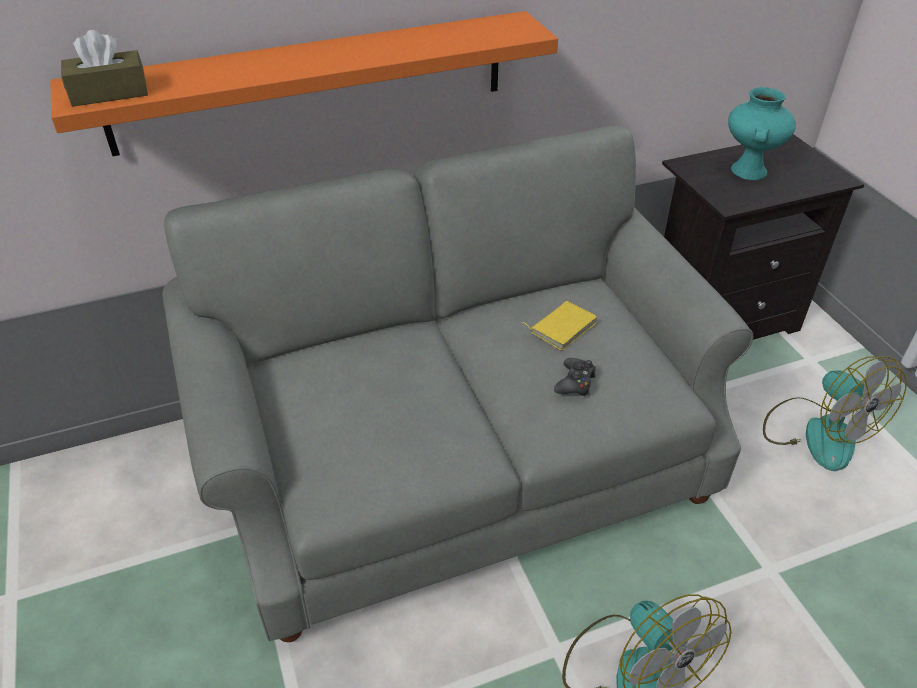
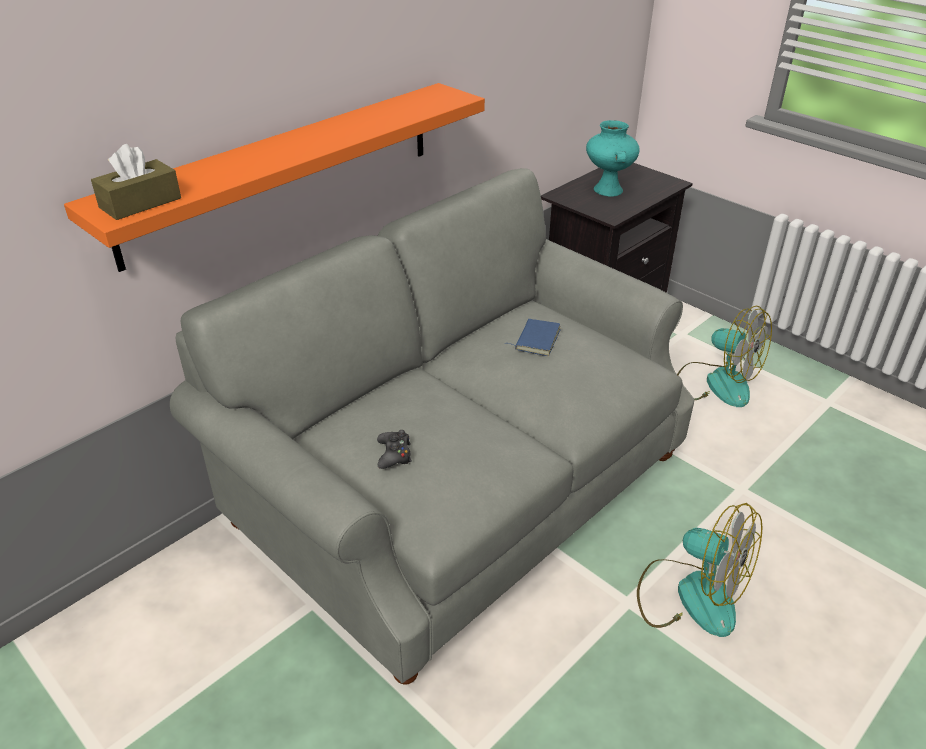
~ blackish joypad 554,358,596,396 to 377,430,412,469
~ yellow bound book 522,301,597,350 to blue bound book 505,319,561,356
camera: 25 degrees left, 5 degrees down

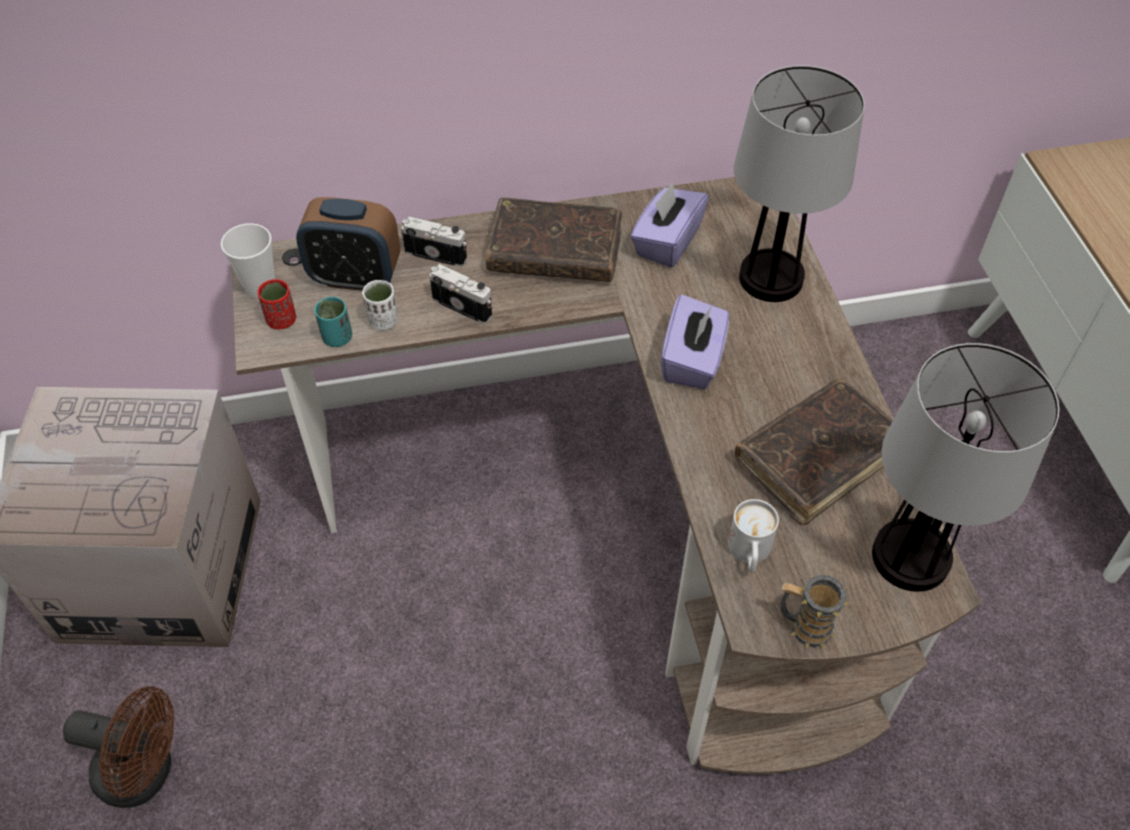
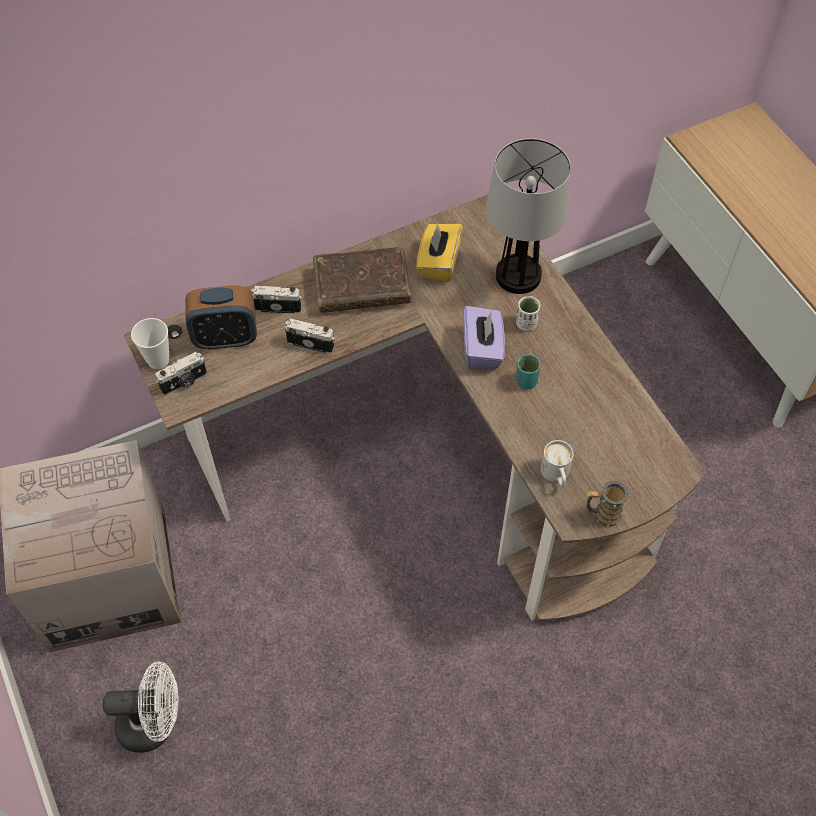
~ brownish fan 63,686,174,808 to white-coloured fan 103,662,178,753
~ reddish drinking cup 258,279,296,329 to still camera 155,352,207,395
~ purplish tissue holder 631,182,709,268 to yellow tissue holder 416,223,463,282
~ white-coloured drinking cup 362,280,398,330 to 516,296,540,331
~ turquoise drinking cup 314,297,352,347 to 516,355,540,390
- brownish bound book 735,379,893,525
- tabletop lamp 872,343,1059,592
camera: 15 degrees left, 5 degrees up

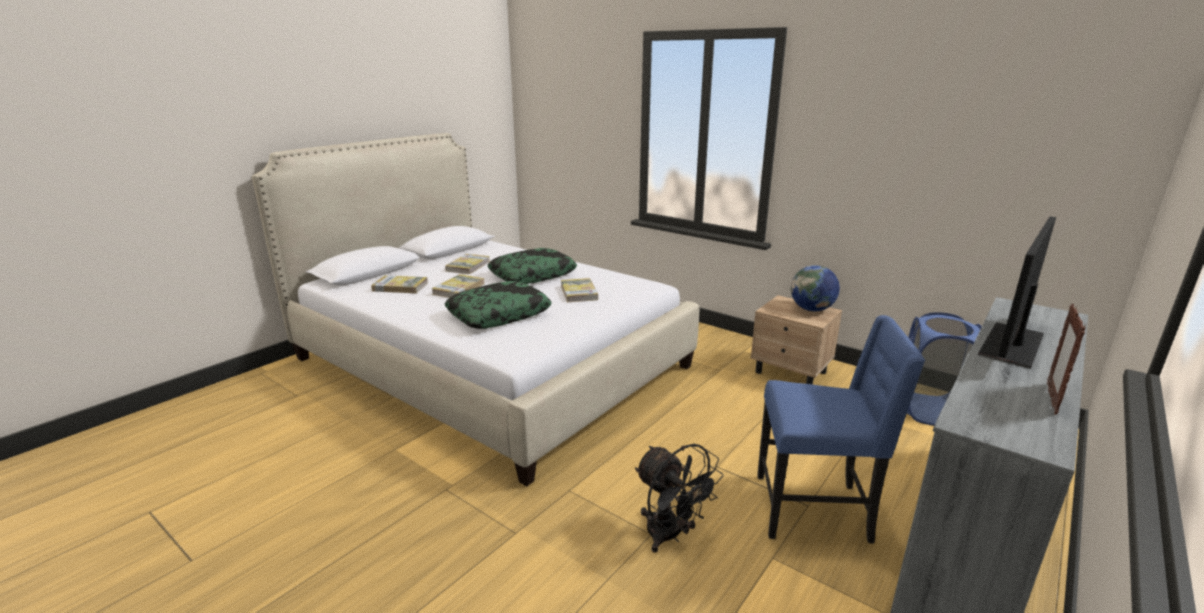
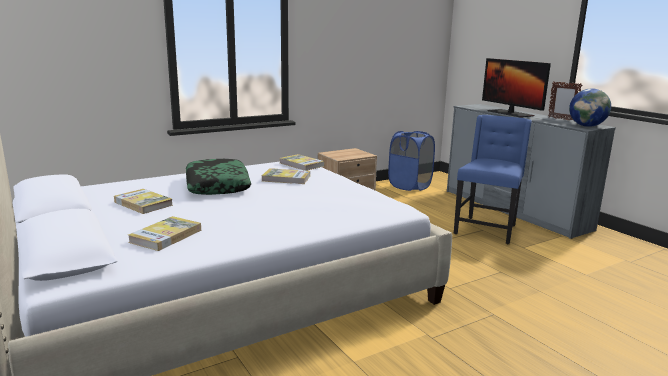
~ bound book 431,274,485,298 to 280,154,324,171
~ world globe 791,265,840,311 to 569,88,611,127
- throw pillow 445,281,552,329
- blackish fan 635,444,724,553
camera: 70 degrees left, 5 degrees down

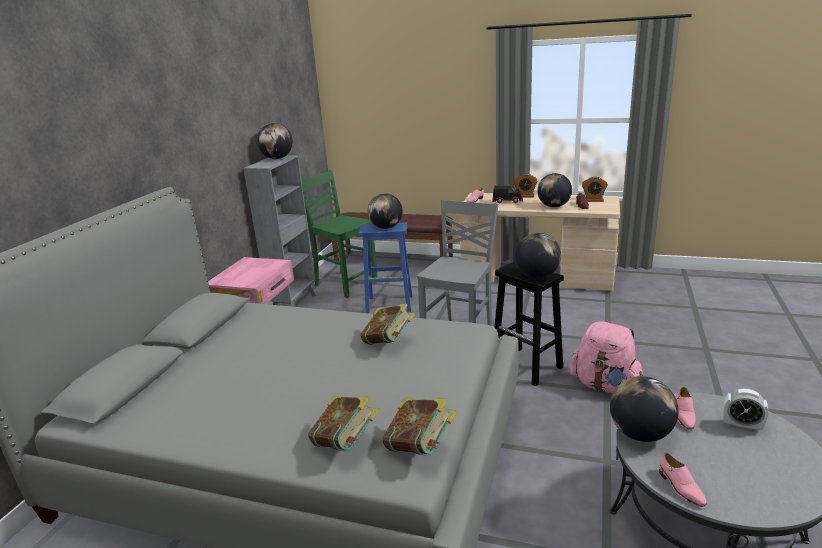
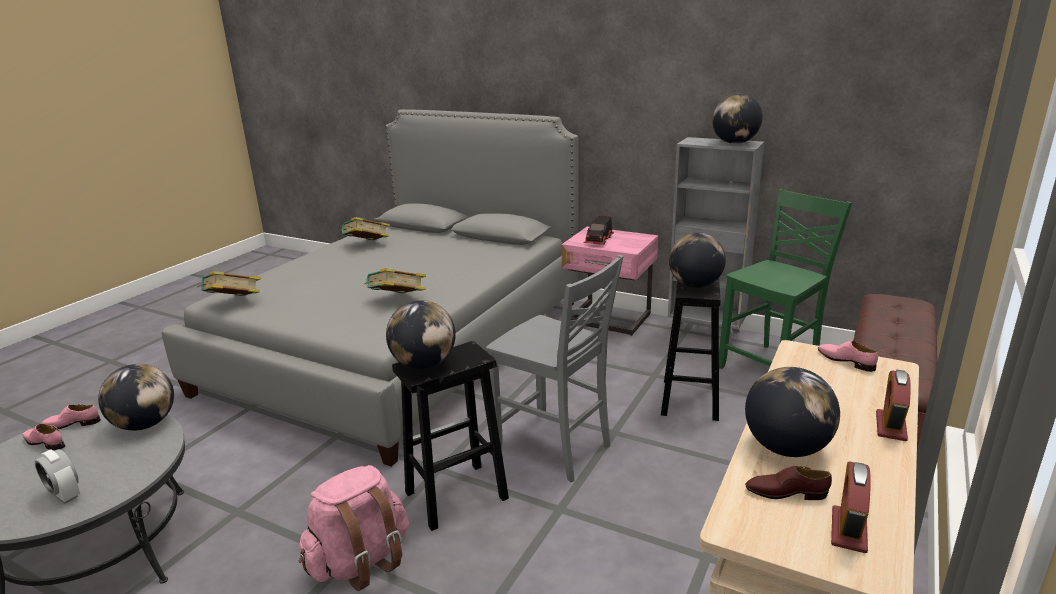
~ pink-coloured low shoe 676,387,696,430 to 23,424,65,450
~ alarm clock 723,388,768,432 = 35,449,80,504 90 degrees counterclockwise
~ bound book 308,394,380,451 to 340,217,390,240
~ toy lorry 492,185,523,203 to 584,216,614,245
~ blue stool 358,222,412,313 to blackish stool 661,278,721,421
camera: 100 degrees right, 0 degrees up

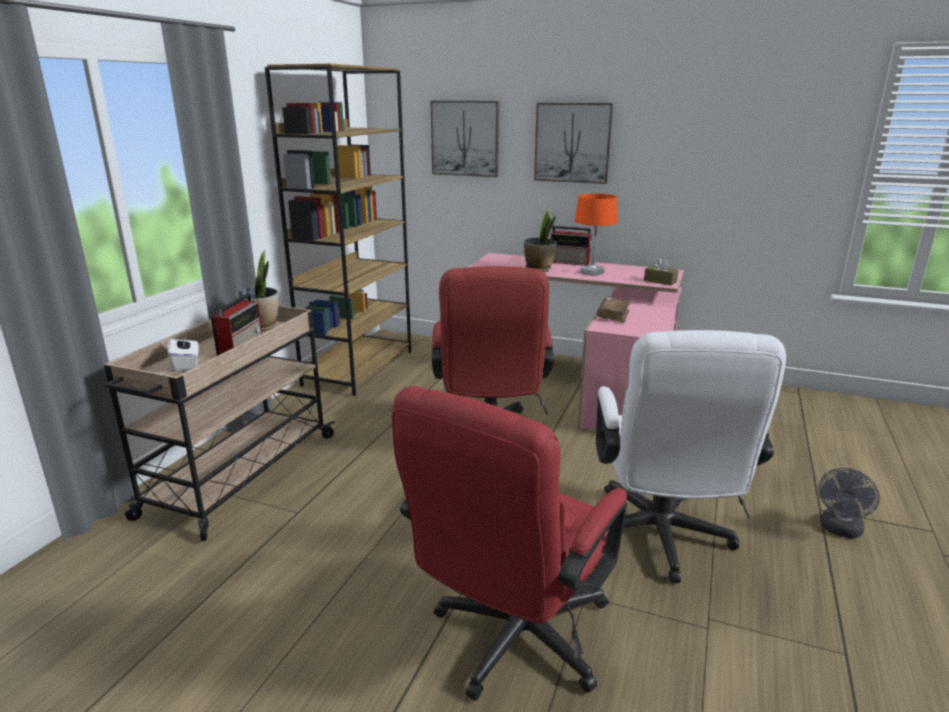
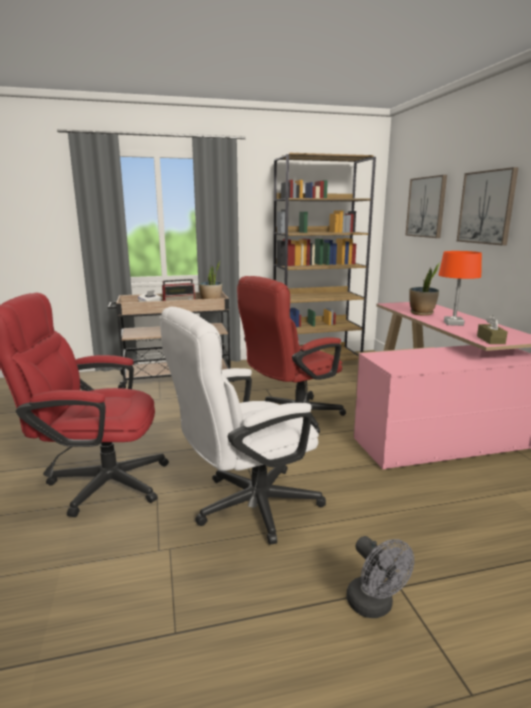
~ grey fan 818,468,880,538 = 346,536,414,618 120 degrees counterclockwise
- radio set 551,226,592,266
- brownish bound book 597,298,630,323
camera: 55 degrees right, 5 degrees down

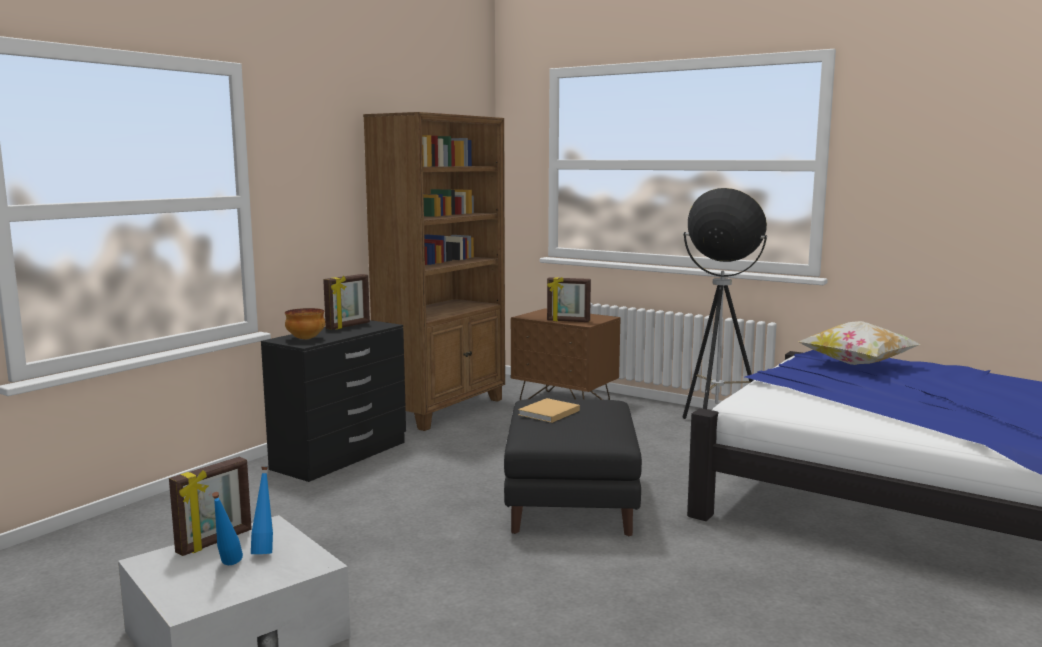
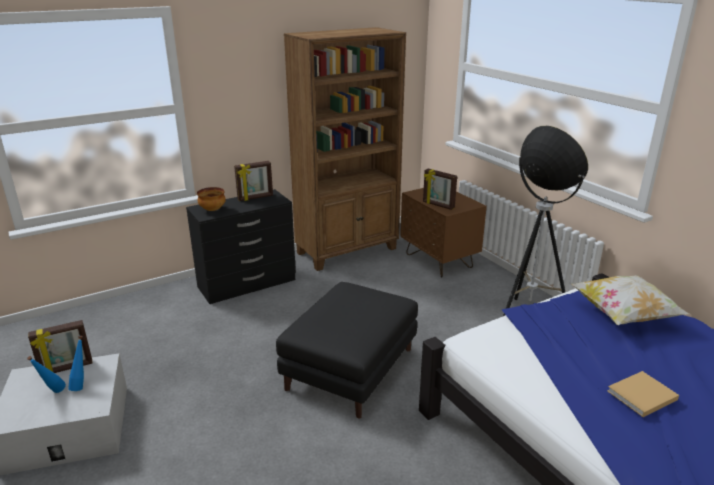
~ sand-coloured bound book 518,398,580,423 to 607,371,679,417
camera: 25 degrees right, 15 degrees up

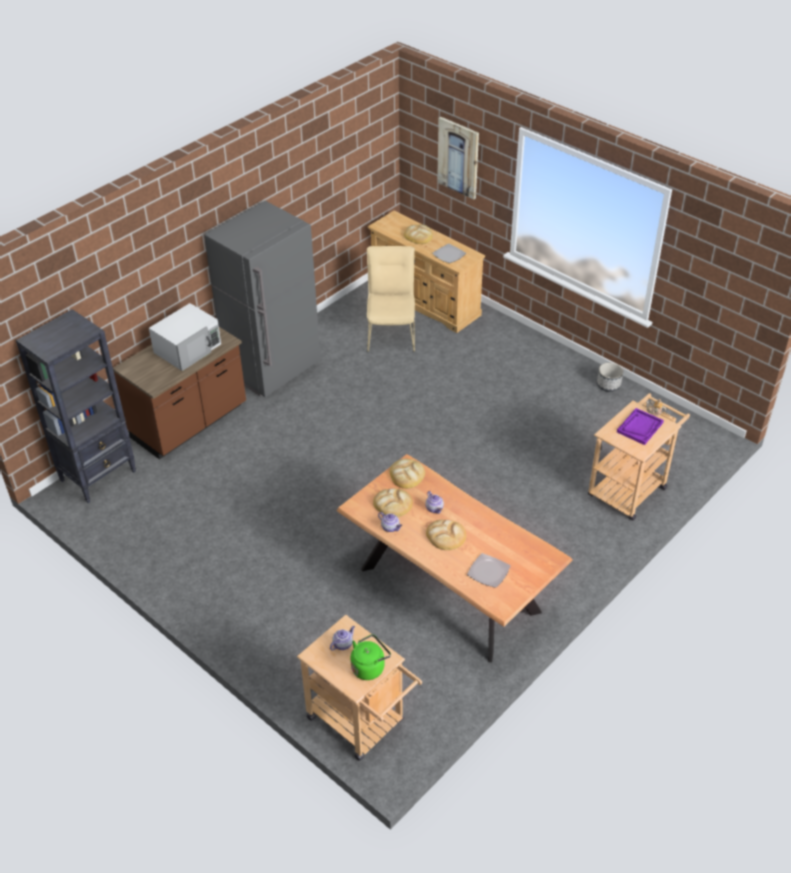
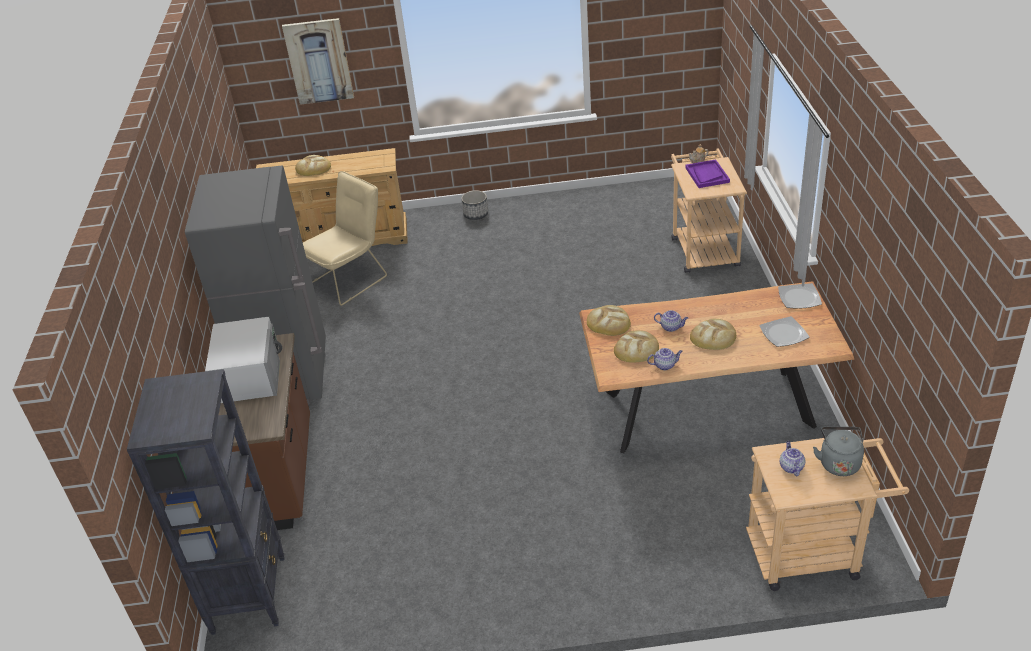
~ sand-coloured chair 367,246,415,352 = 303,171,387,306 90 degrees clockwise
~ flower pot 597,363,623,392 to 461,190,488,220
~ plate 432,244,466,263 to 778,283,822,309
~ green water kettle 351,634,391,680 to grey water kettle 813,427,864,476
camera: 45 degrees left, 5 degrees down

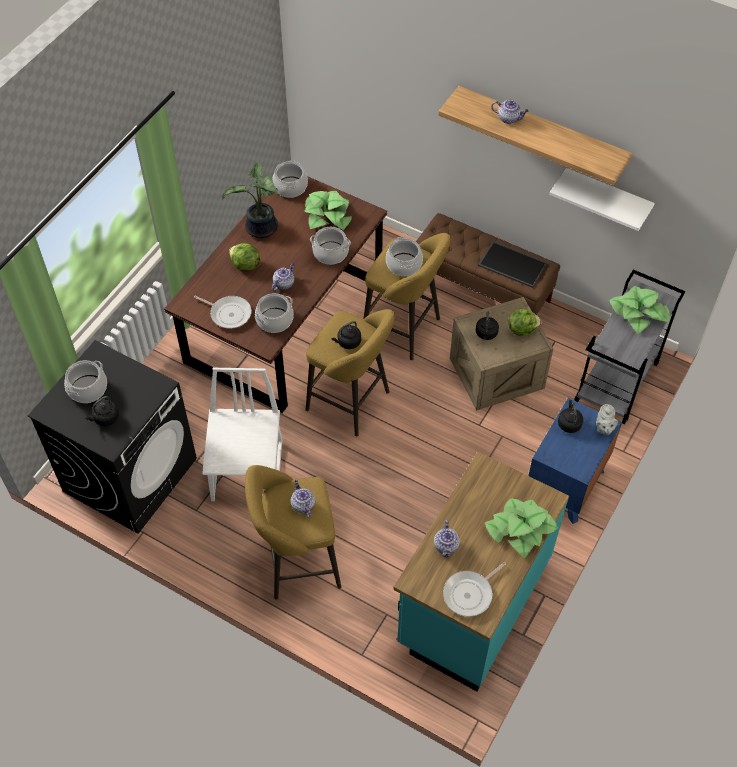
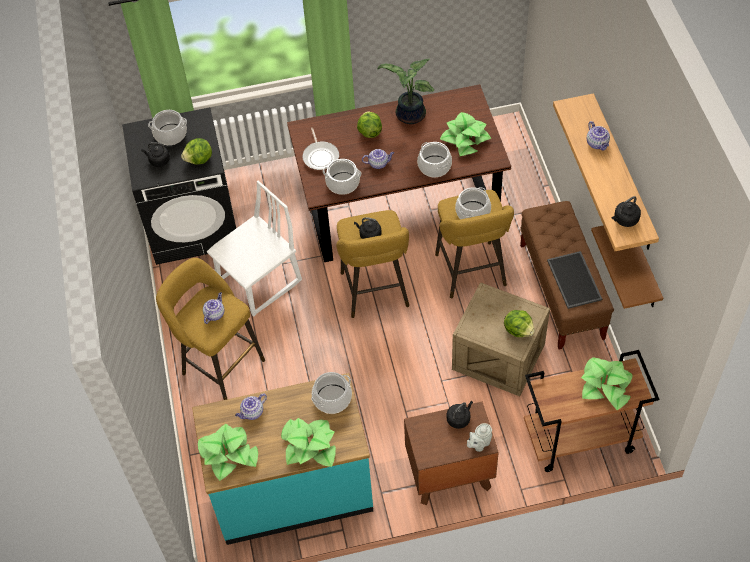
+ head of lettuce 181,138,212,164
~ frying pan 443,562,506,617 to potted plant 198,424,258,481
~ saucepot 272,160,308,198 to 311,372,352,414
~ blue night table 528,398,622,524 to brownish night table 404,401,499,505
~ grey wheeled cart 574,270,686,424 to brownish wheeled cart 524,350,659,472
~ white-coloured wall shelf 549,168,655,231 to brownish wall shelf 591,225,663,309
~ blackish water kettle 476,311,499,340 to 611,196,641,227
camera: 50 degrees right, 0 degrees up

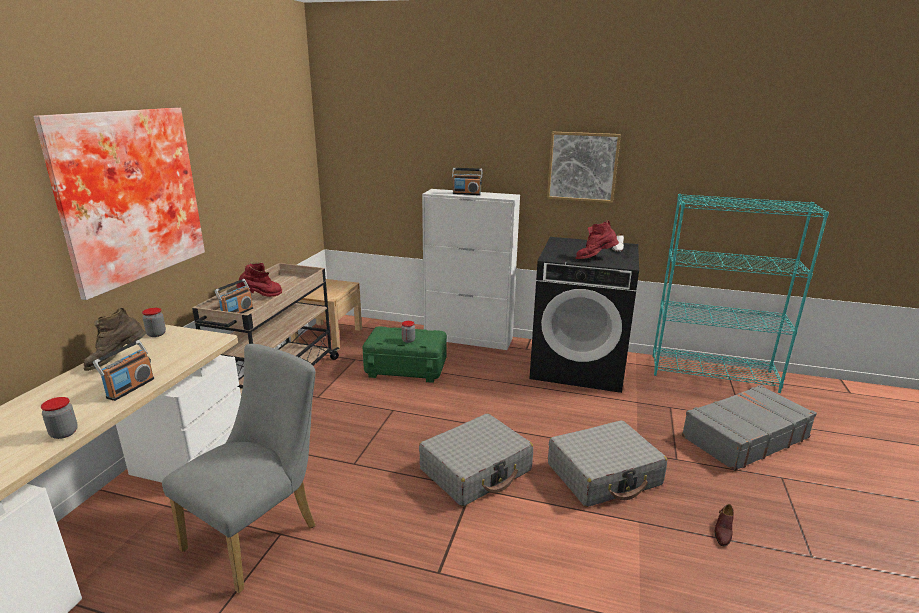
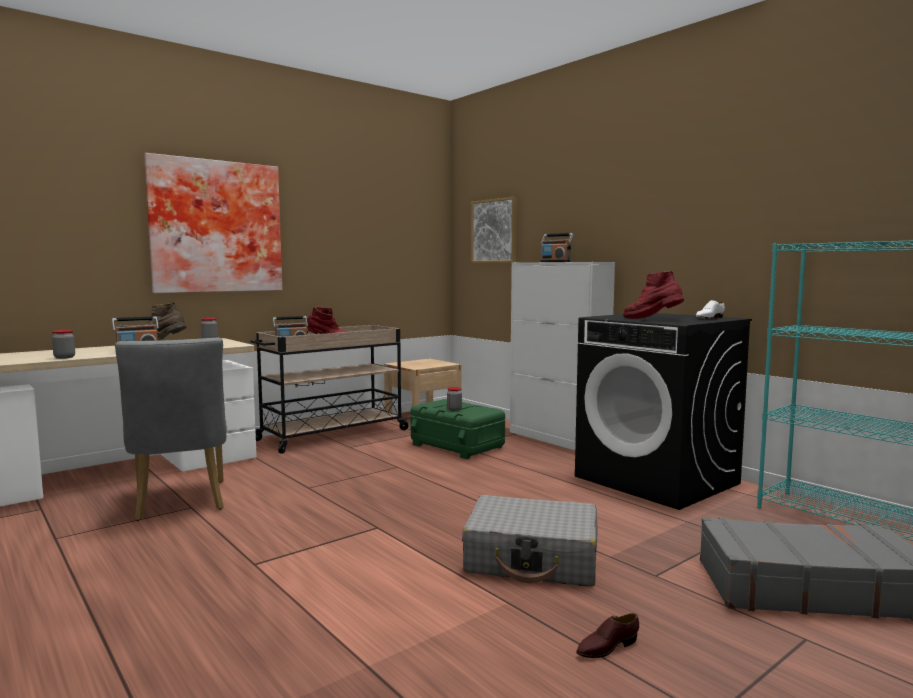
~ grey chair 162,344,316,593 = 115,338,227,521 90 degrees clockwise
~ wall art 547,132,621,203 to 471,197,517,263
- grey travel case 419,414,533,506
camera: 35 degrees right, 15 degrees down

